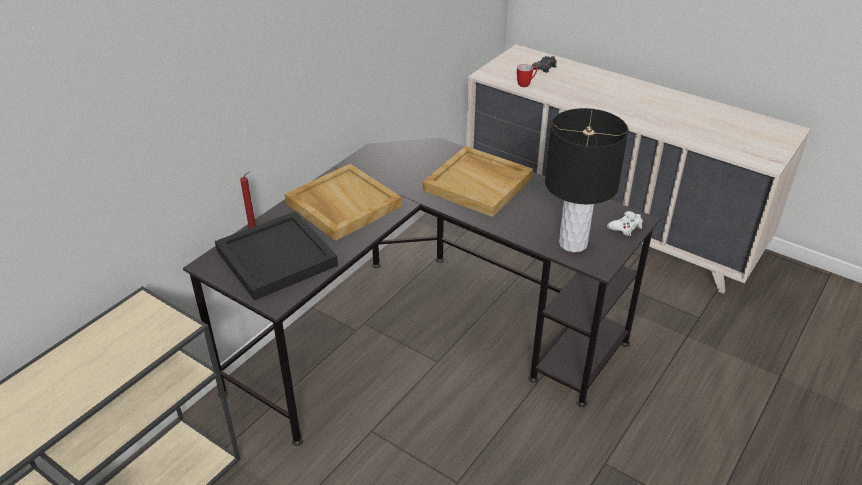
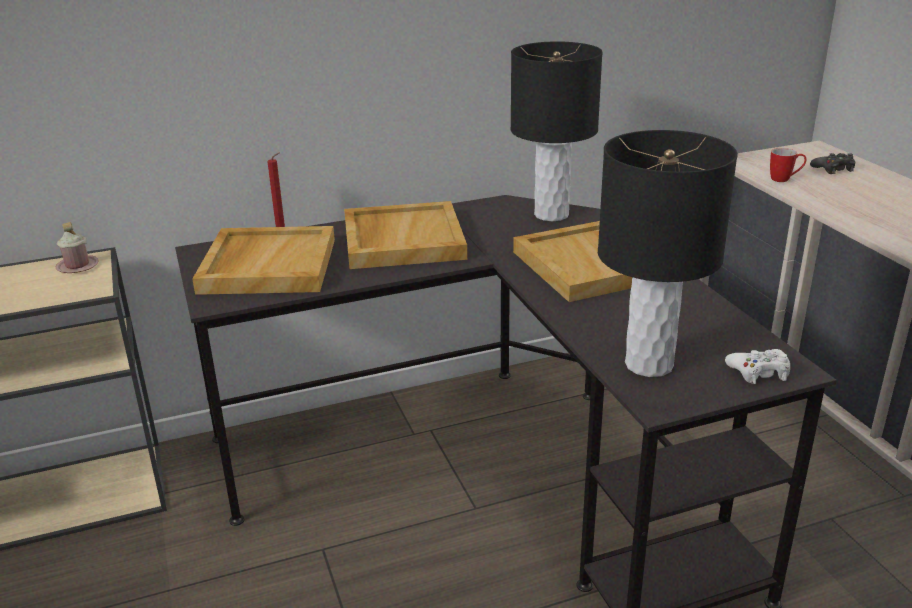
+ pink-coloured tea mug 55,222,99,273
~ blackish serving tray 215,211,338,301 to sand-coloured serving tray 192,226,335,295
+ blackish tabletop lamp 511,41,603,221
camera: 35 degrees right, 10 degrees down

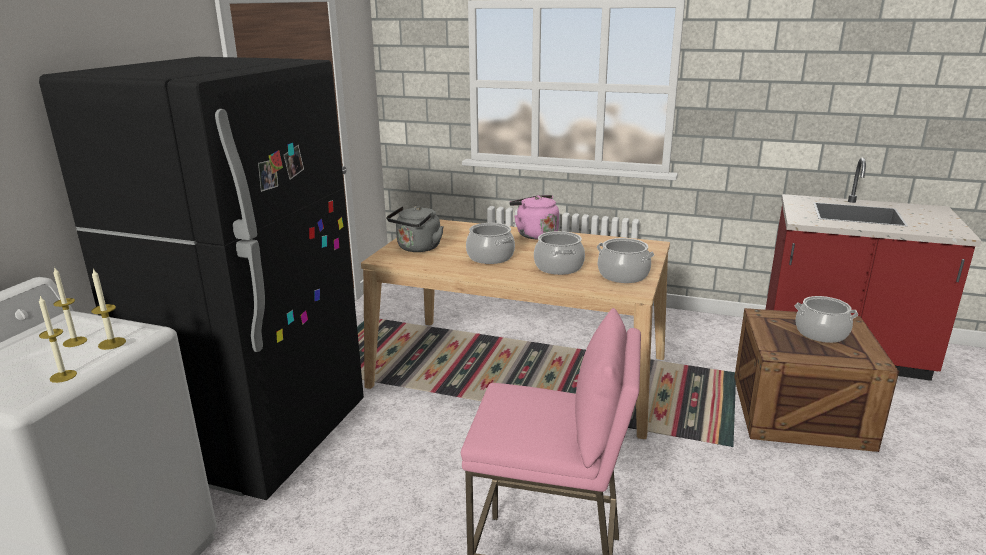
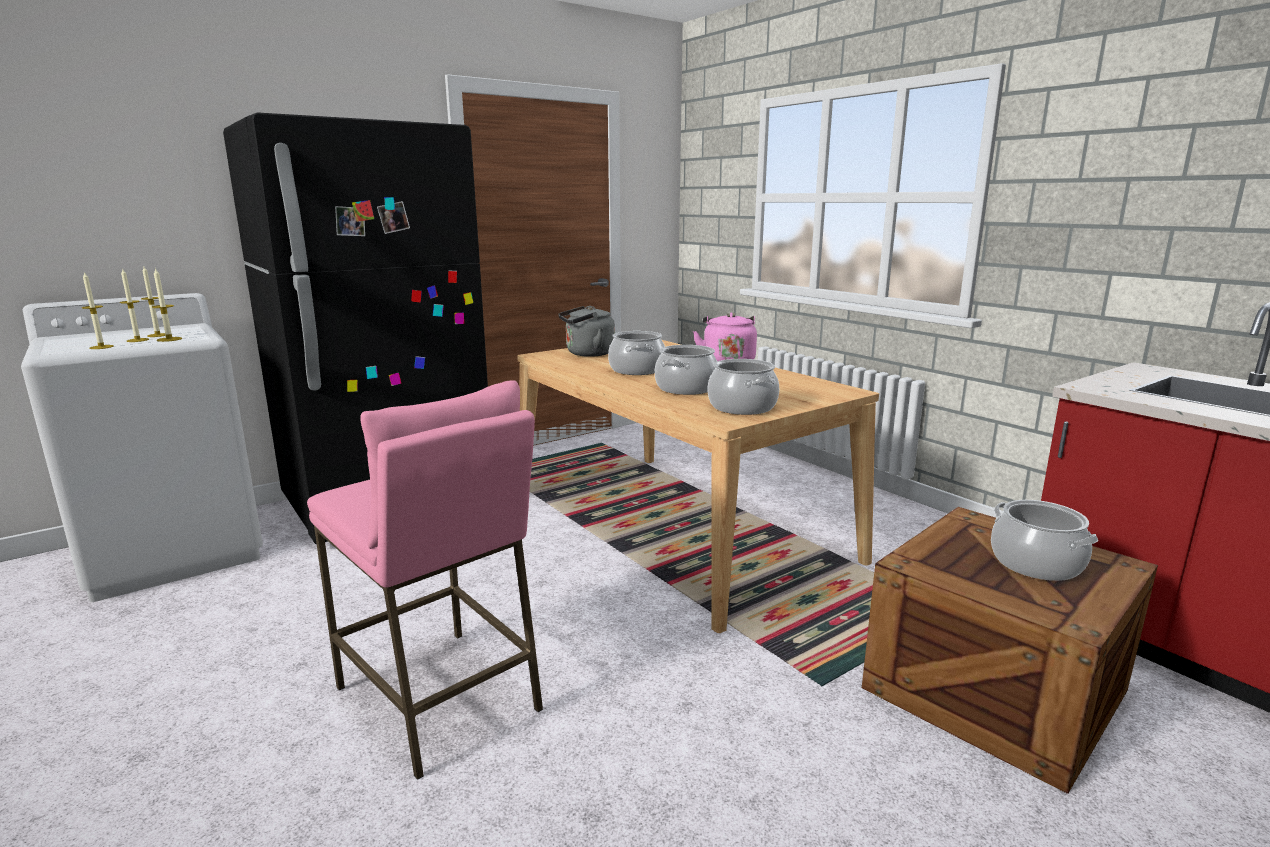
+ candle 120,268,149,342
camera: 35 degrees right, 5 degrees down

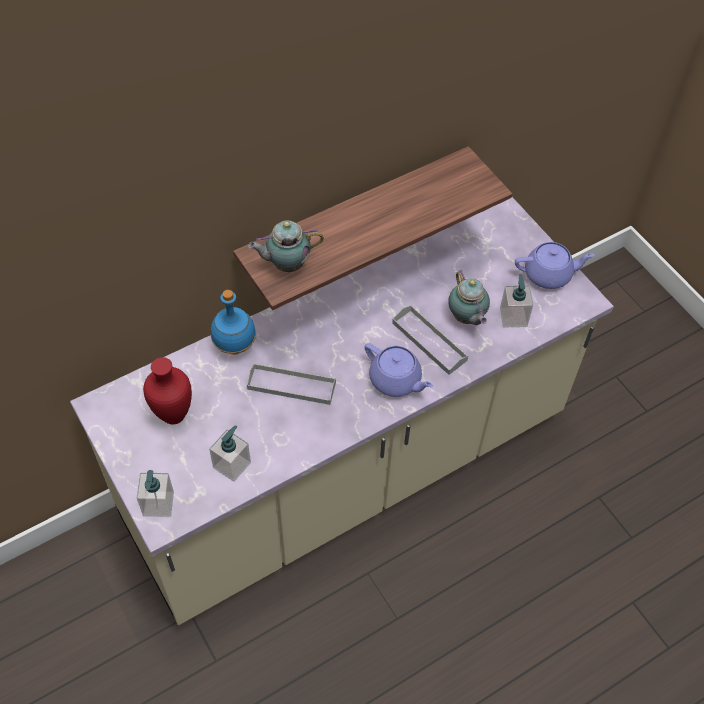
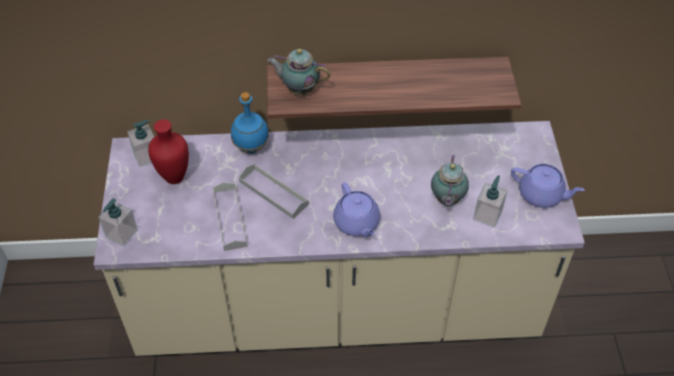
~ soap bottle 209,425,251,482 to 127,120,154,167
~ grey serving tray 392,305,468,375 to 213,182,248,251
camera: 30 degrees right, 5 degrees down

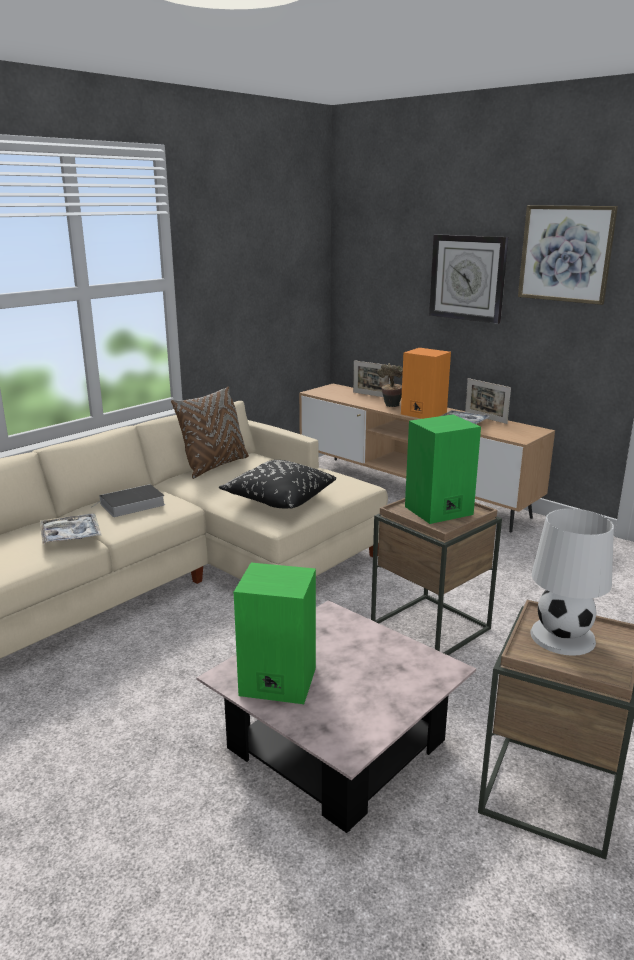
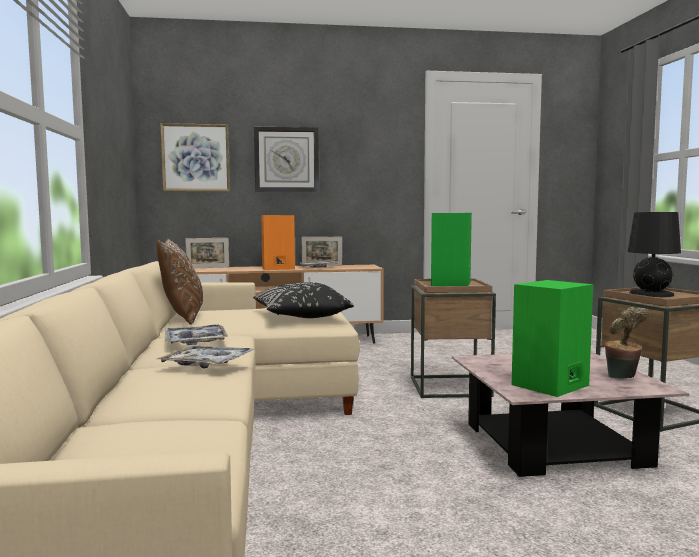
~ wall art 518,205,618,305 to 160,123,230,191
~ bound book 91,484,165,517 to serving tray 165,325,228,345
~ potted plant 378,363,403,407 to 605,307,649,379
~ white-coloured tabletop lamp 530,508,614,656 to blackish tabletop lamp 628,212,681,297
camera: 50 degrees left, 15 degrees down

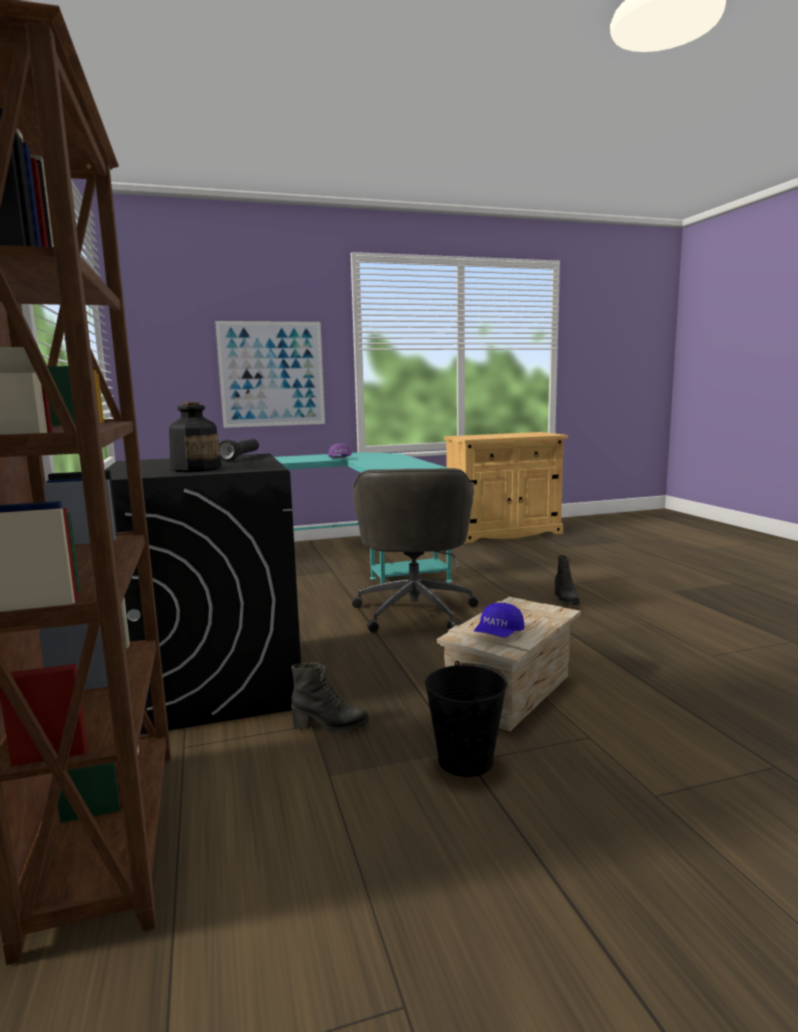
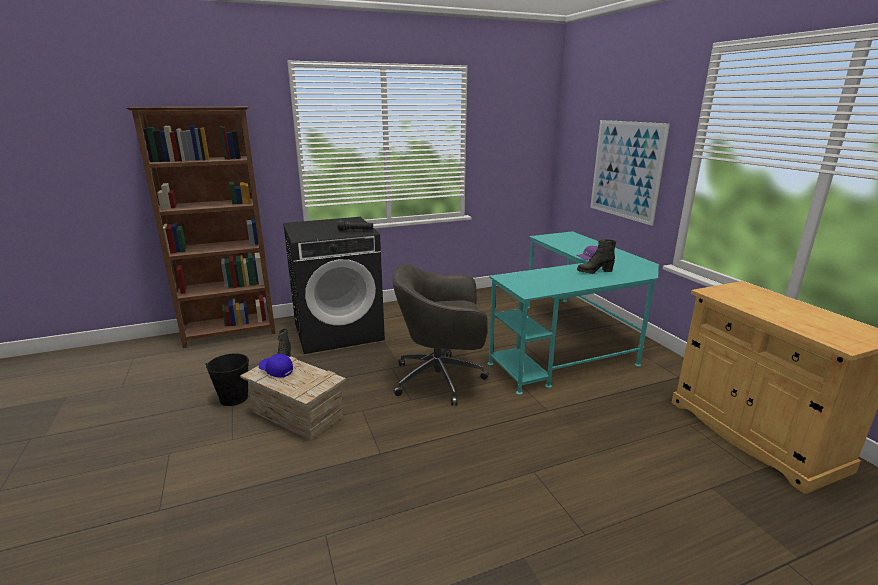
~ blackish boot 555,555,580,605 to 577,239,616,274
- bottle 169,402,222,472
camera: 85 degrees right, 10 degrees up

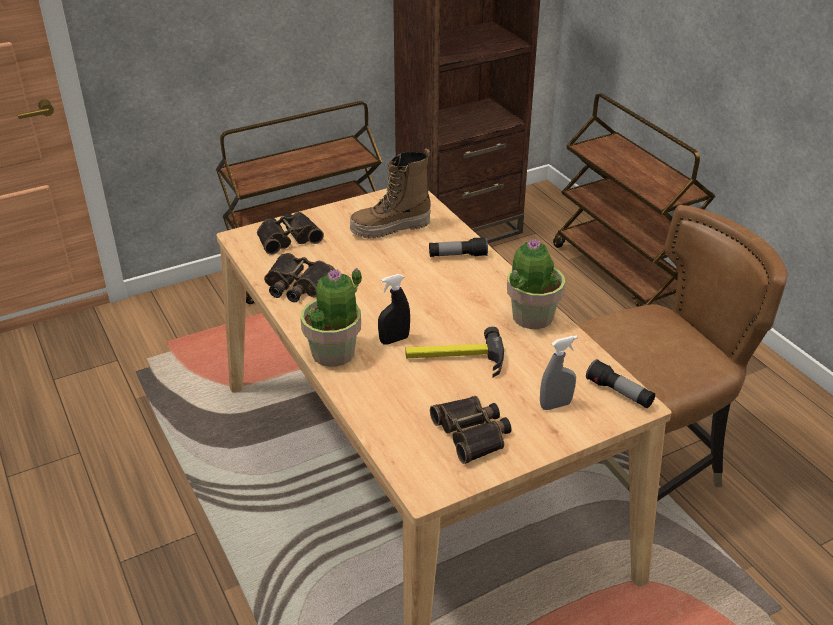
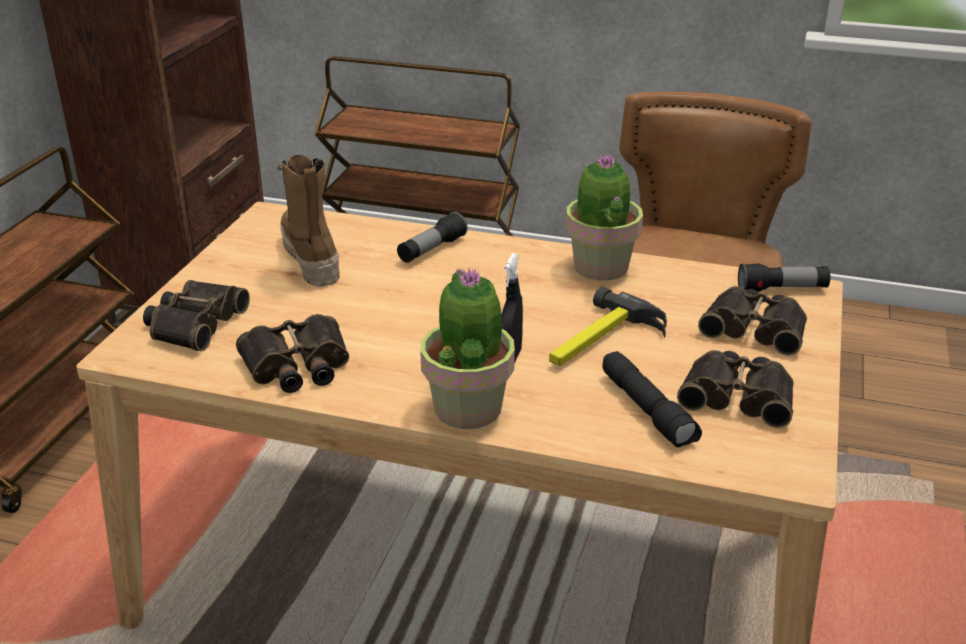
~ boot 350,148,431,239 = 277,155,340,287 135 degrees clockwise
+ blackish hand torch 602,351,702,447
~ grey hand sprayer 540,336,577,410 to pair of binoculars 698,286,807,356
camera: 45 degrees left, 5 degrees down

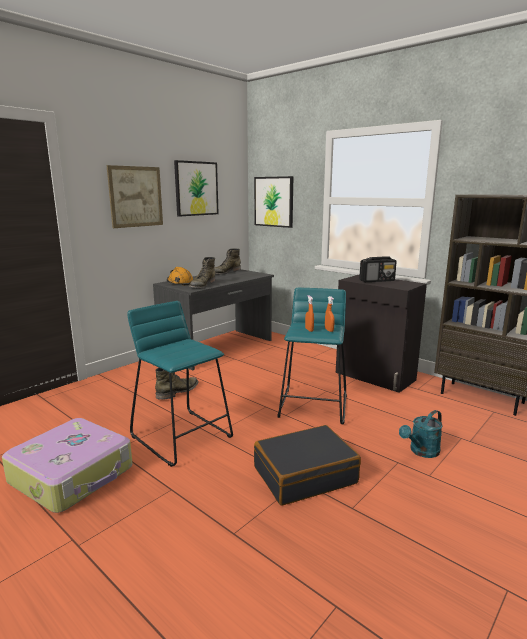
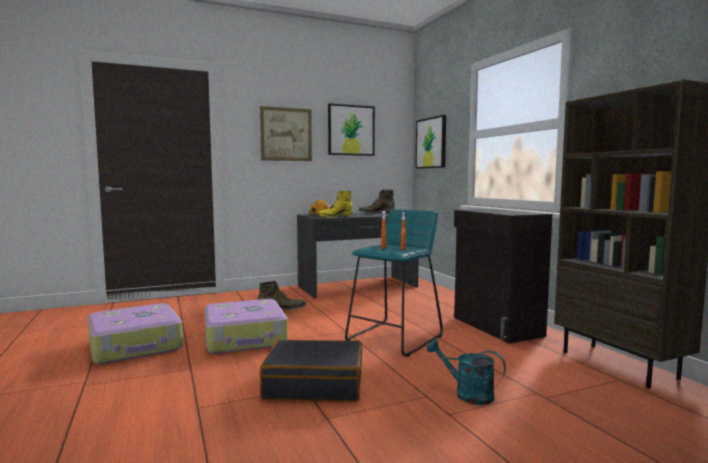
~ turquoise stool 127,301,233,467 to travel case 204,299,288,354
~ green boot 189,257,215,288 to yellow boot 317,191,353,218
~ turquoise watering pot 399,410,443,458 = 427,339,506,405 45 degrees clockwise
- radio set 359,256,397,282
camera: 25 degrees right, 10 degrees down

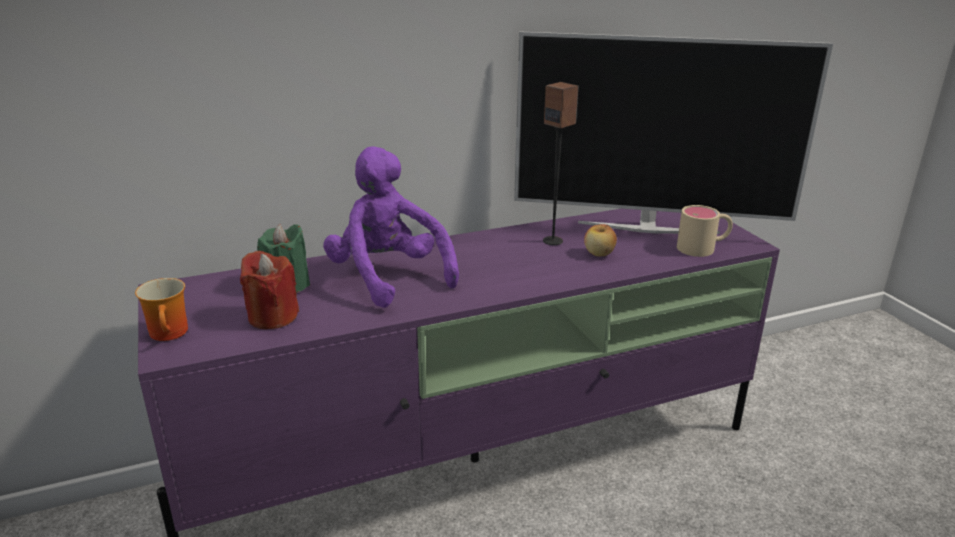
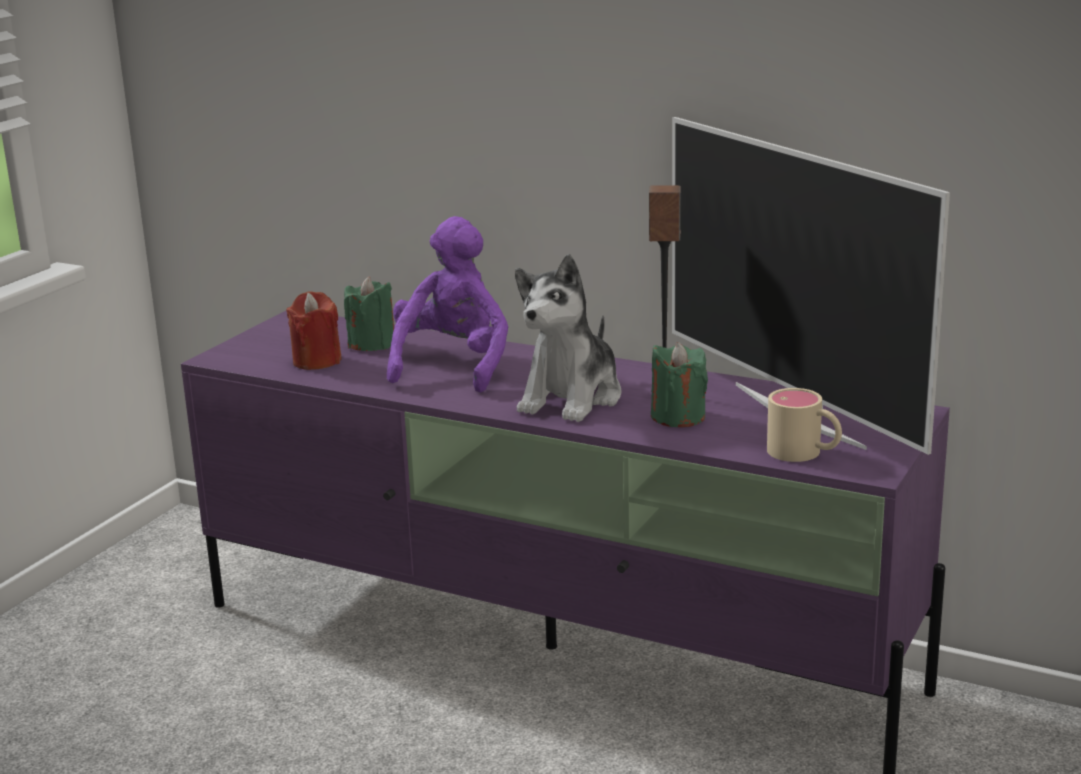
+ soft toy 515,254,621,422
~ apple 584,224,617,256 to green candle 651,342,708,427
- tea mug 135,278,188,341
camera: 50 degrees right, 5 degrees down

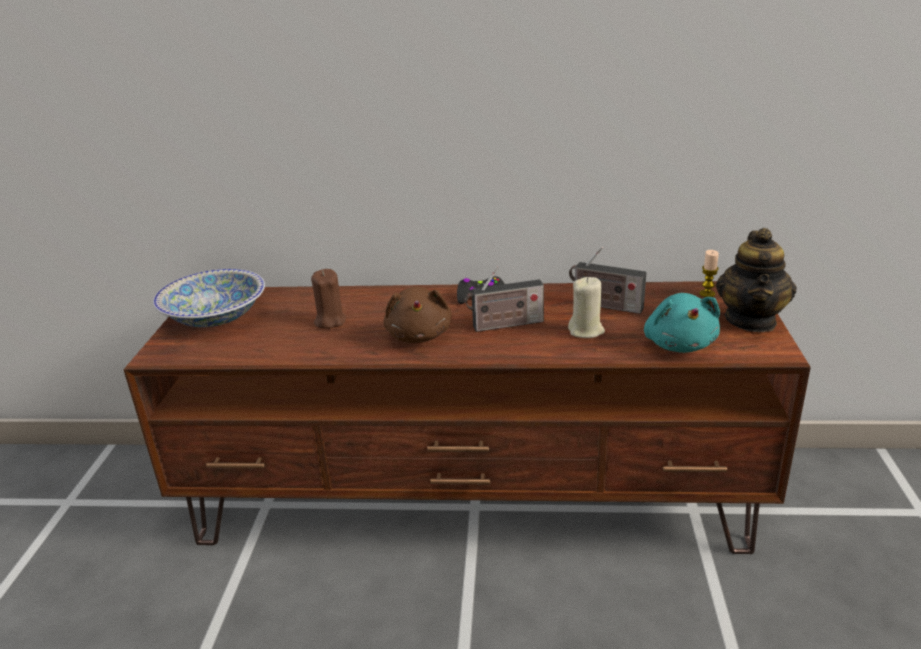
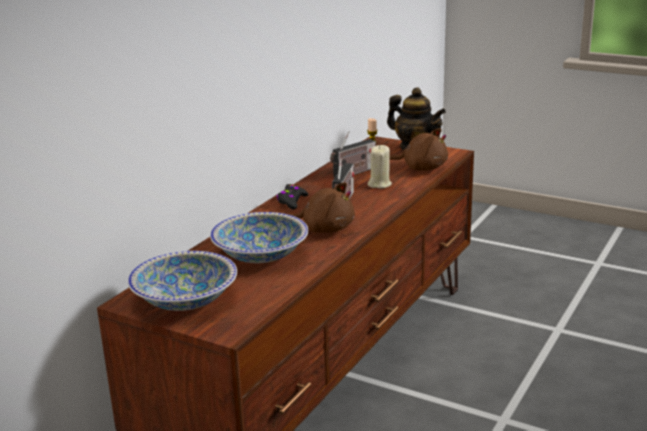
~ brownish candle 311,269,346,329 to bowl 210,212,308,263
~ turquoise soft toy 644,293,720,353 to brownish soft toy 389,128,448,171
camera: 65 degrees left, 5 degrees down

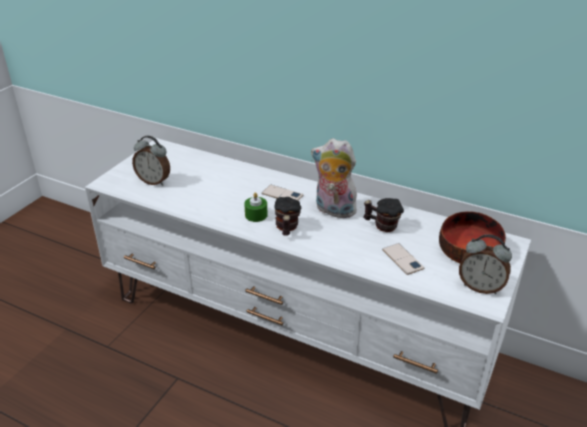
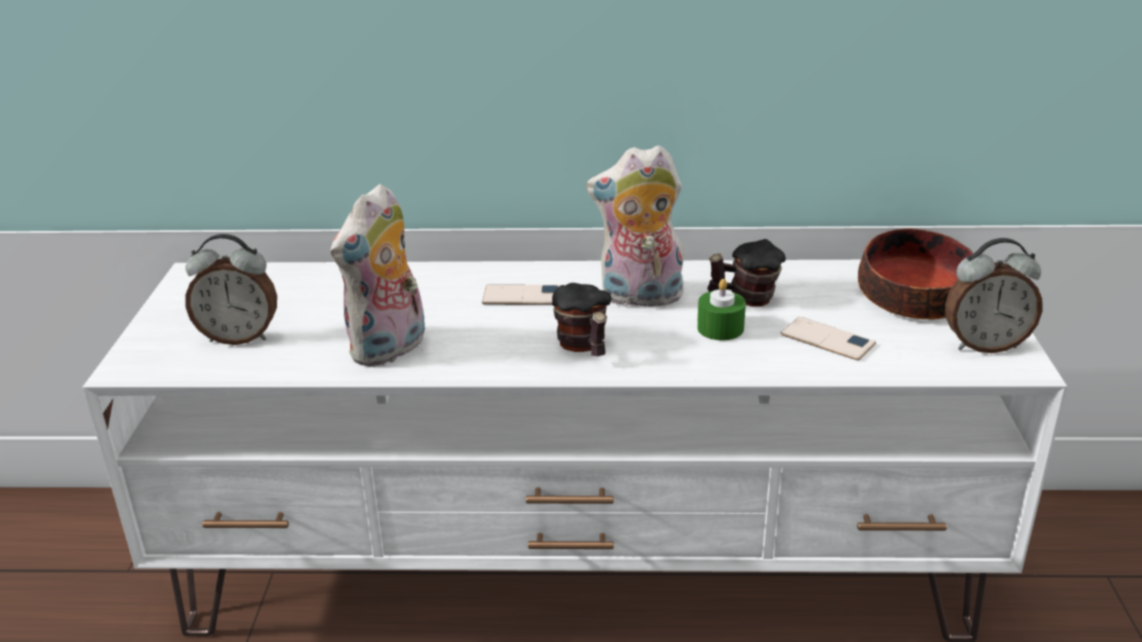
+ soft toy 331,184,425,367
~ green candle 244,193,268,222 to 697,279,746,340
camera: 25 degrees left, 5 degrees down

